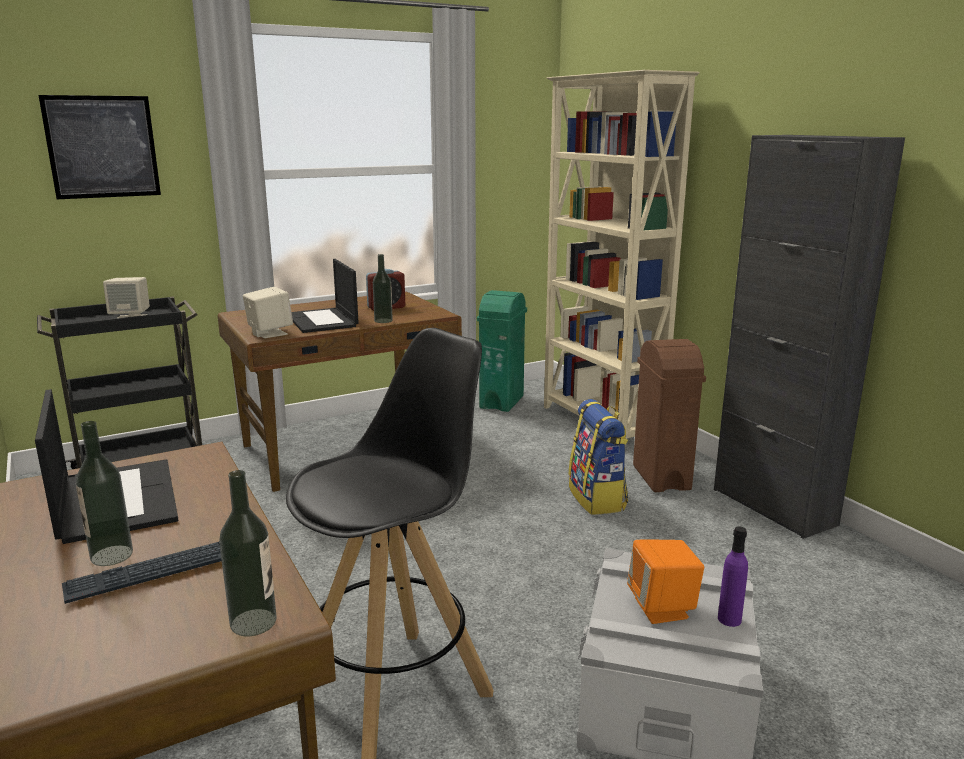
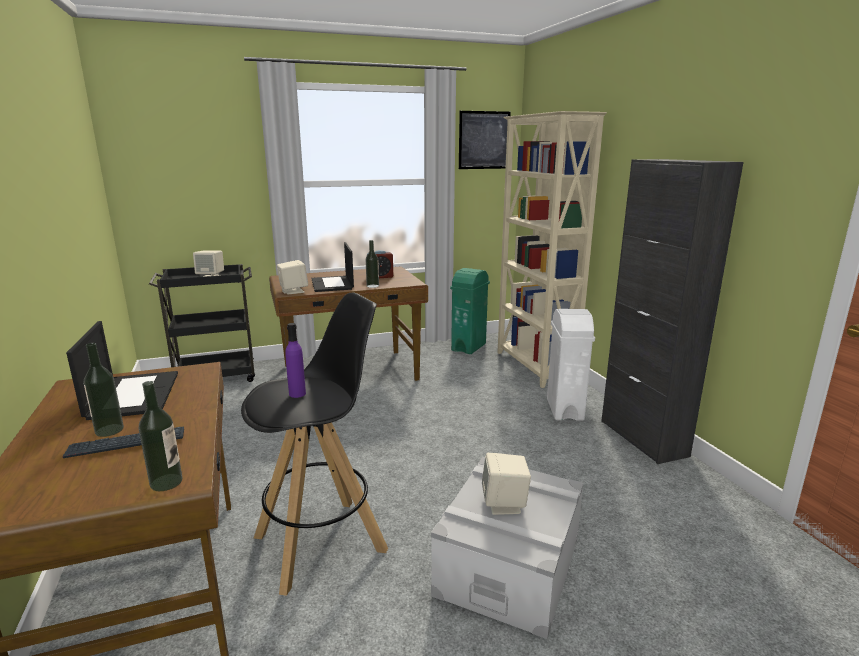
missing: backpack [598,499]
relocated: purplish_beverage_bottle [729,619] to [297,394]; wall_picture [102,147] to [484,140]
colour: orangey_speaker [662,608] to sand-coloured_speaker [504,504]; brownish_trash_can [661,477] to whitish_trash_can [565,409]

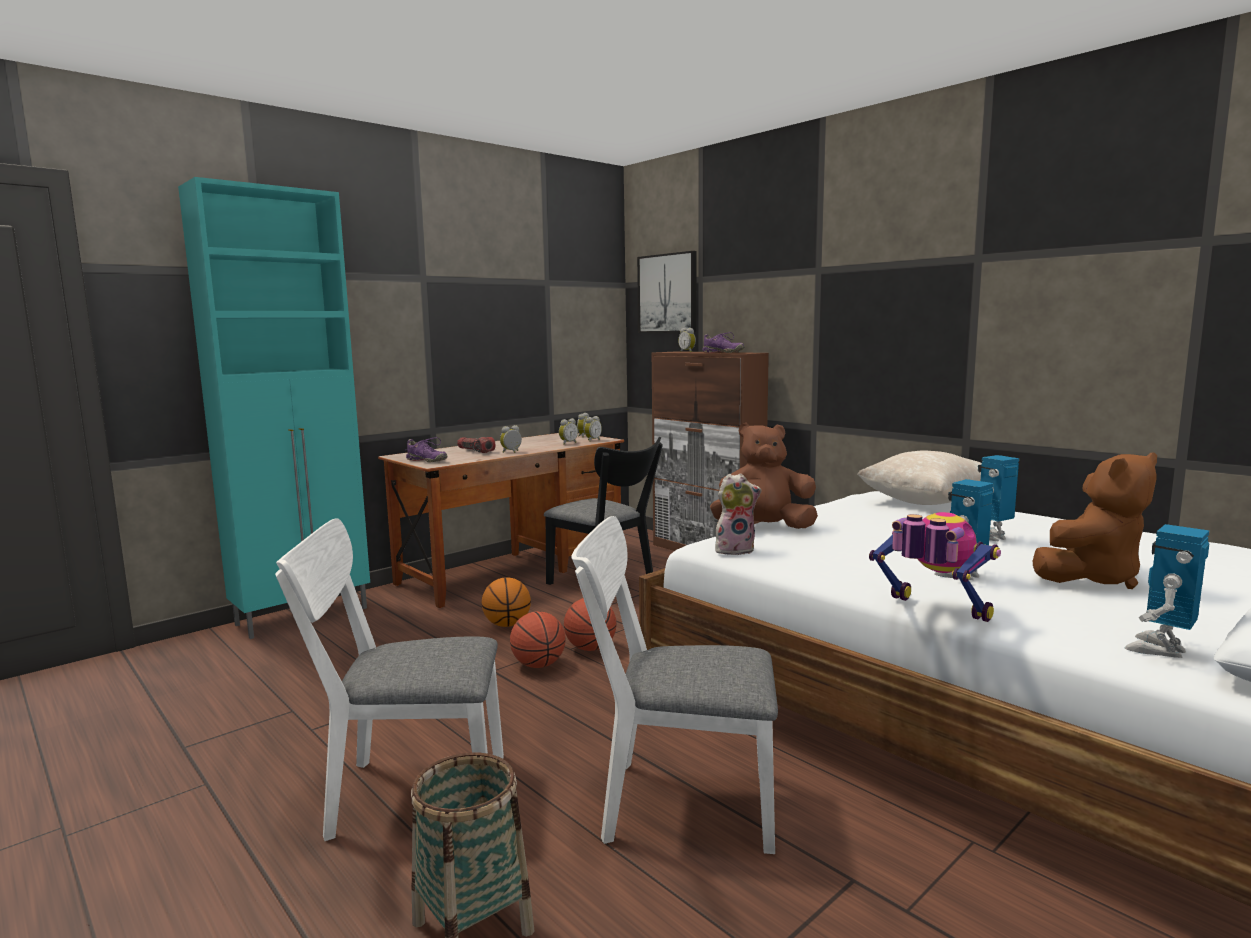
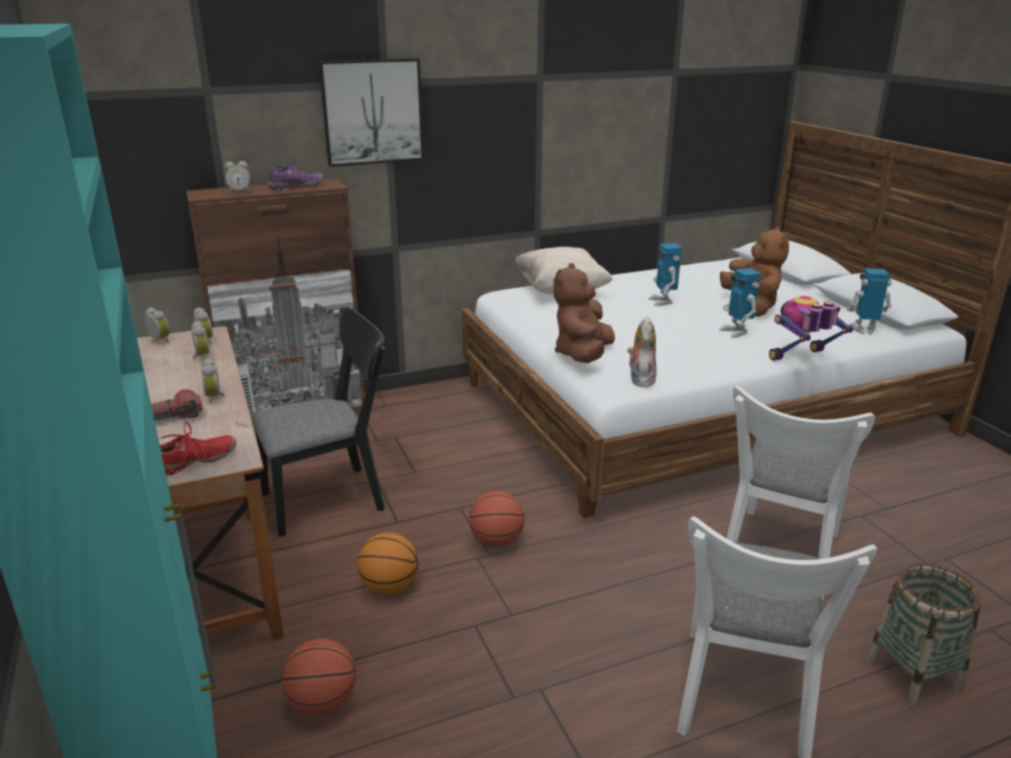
relocated: ball_for_basketball [538,665] to [322,703]; wall_picture [668,293] to [372,112]
colour: purplish_low_shoe [426,461] to red_low_shoe [195,462]
spun: toy_robot [1160,649] = [863,330] 120 degrees clockwise

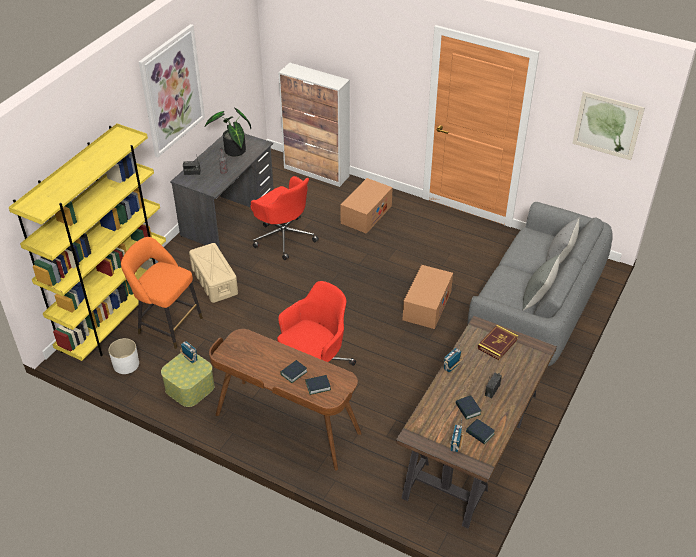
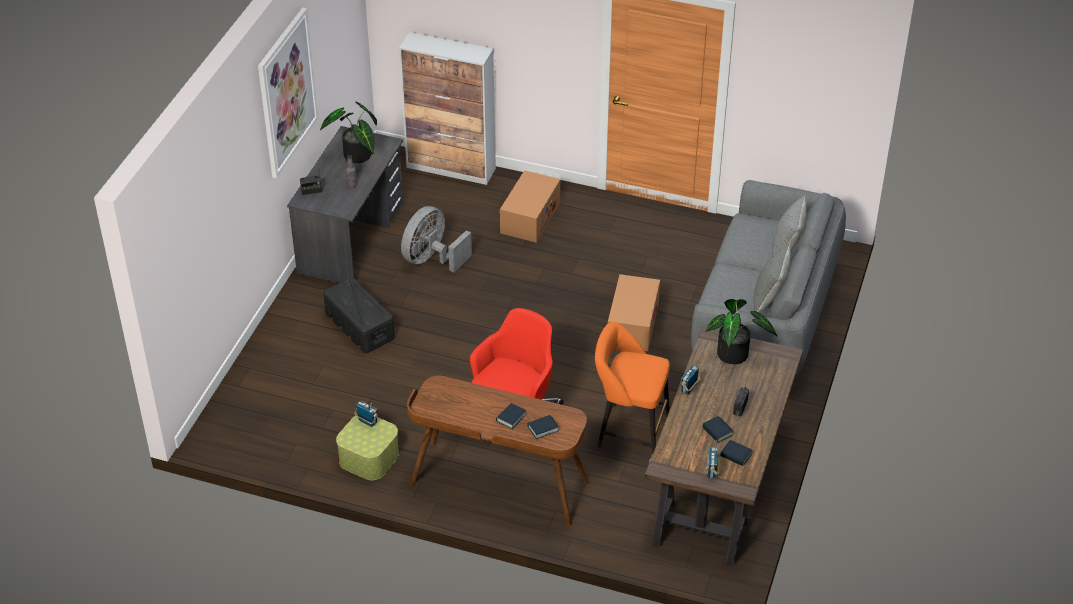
missing: yellowish_bookshelf [117,318]; whitish_plant_pot [126,364]; wall_picture [607,125]
relocated: orangey_stool_seat [167,324] to [629,430]
exchanged: red_office_chair [283,237] to gray_electric_fan [432,259]; book [497,344] to potted_plant [736,356]
colour: sand-coloured_storage_box [214,281] to black_storage_box [359,326]

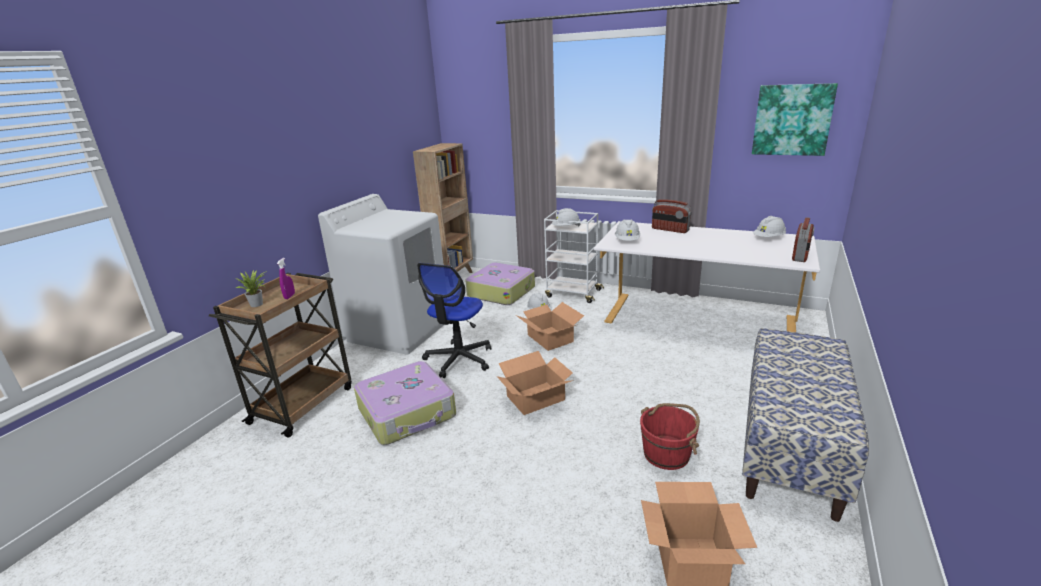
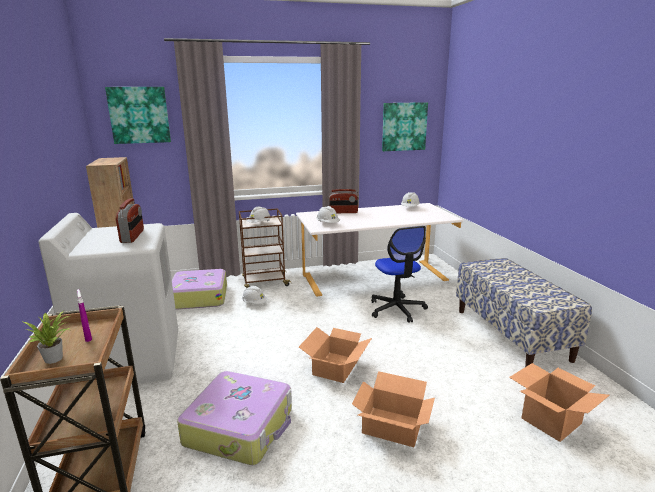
missing: red_bucket [667,454]
appeared: wall_picture [139,115]
relocated: radio_set [801,255] to [133,236]; packing_box [550,338] to [392,427]; office_chair [459,359] to [397,309]
colour: whitish_cart [572,293] to brownish_cart [264,282]

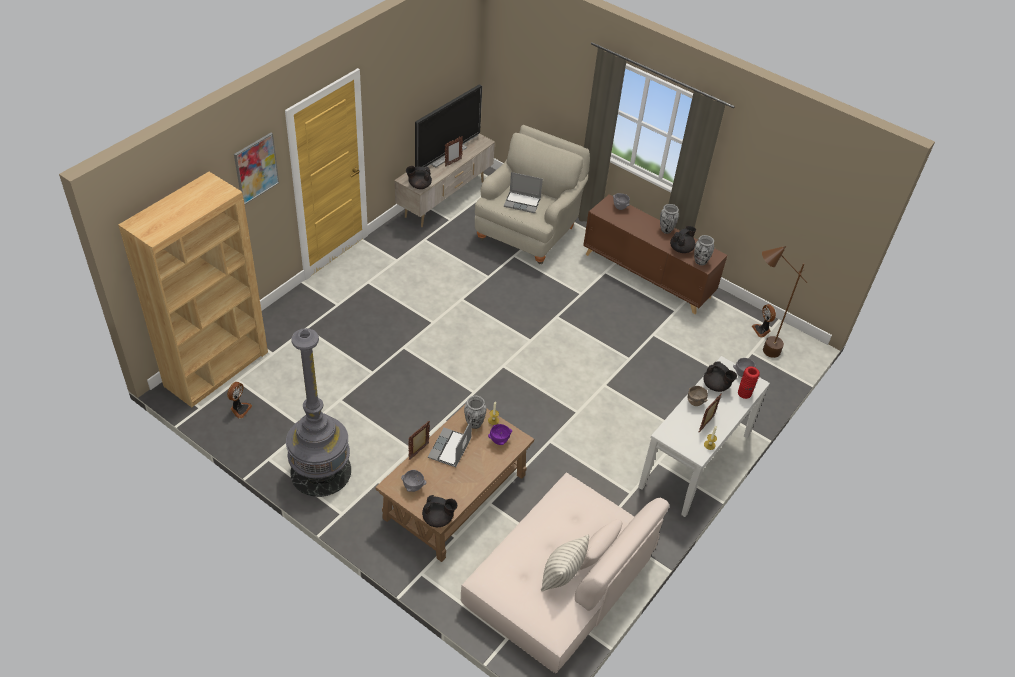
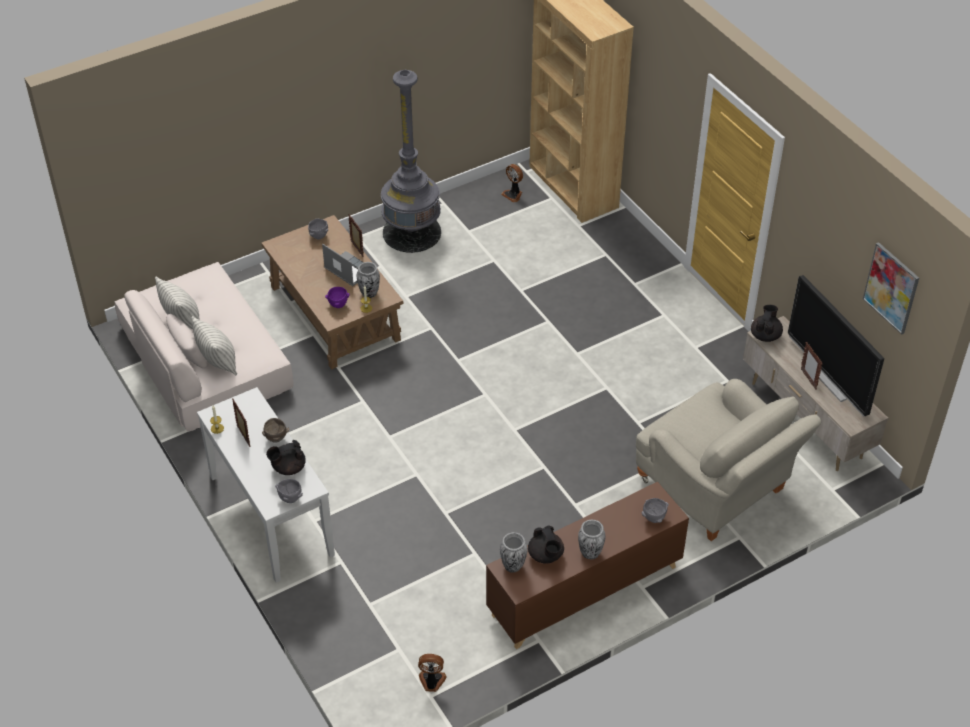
missing: black_teapot [438,518]; portable_computer [522,202]; red_flower_vase [744,393]; brownish_standing_lamp [756,350]
appeared: pillow [218,362]
relocated: wall_picture [256,168] to [891,288]

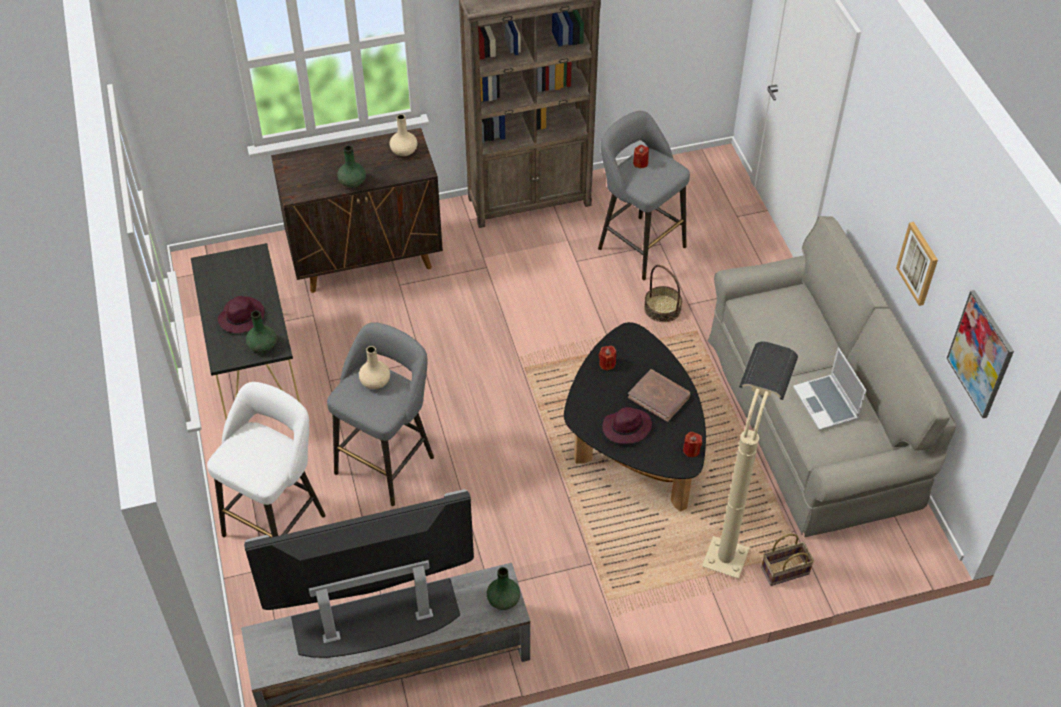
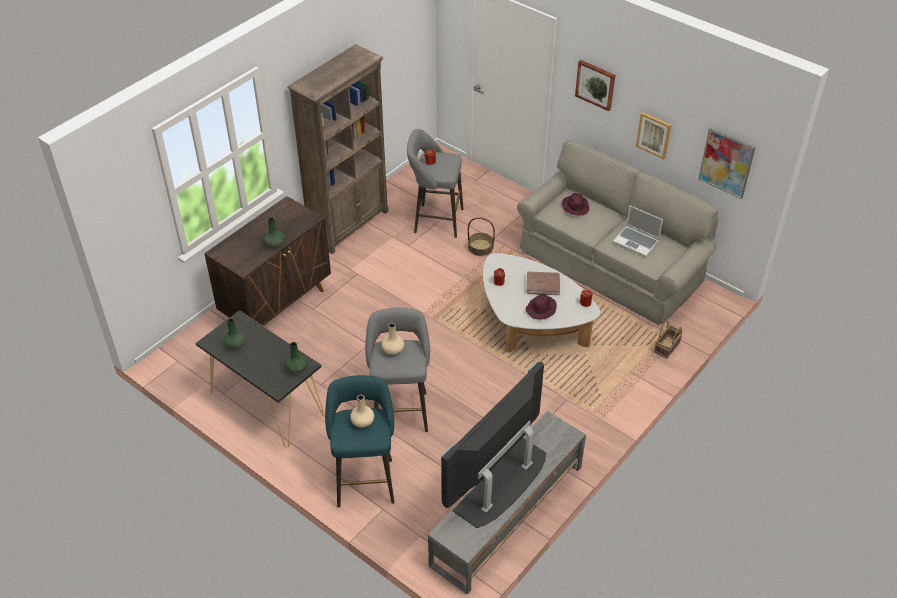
missing: sand-coloured_standing_lamp [732,537]
appeared: wall_picture [595,84]
relocated: green-coloured_flower_vase [504,600] to [235,345]; sand-coloured_flower_vase [404,151] to [363,422]; purplish_hat [242,316] to [575,207]
colour: whitish_stool_seat [278,521] to blue-green_stool_seat [365,479]; black_low_table [634,444] to whitish_low_table [531,326]

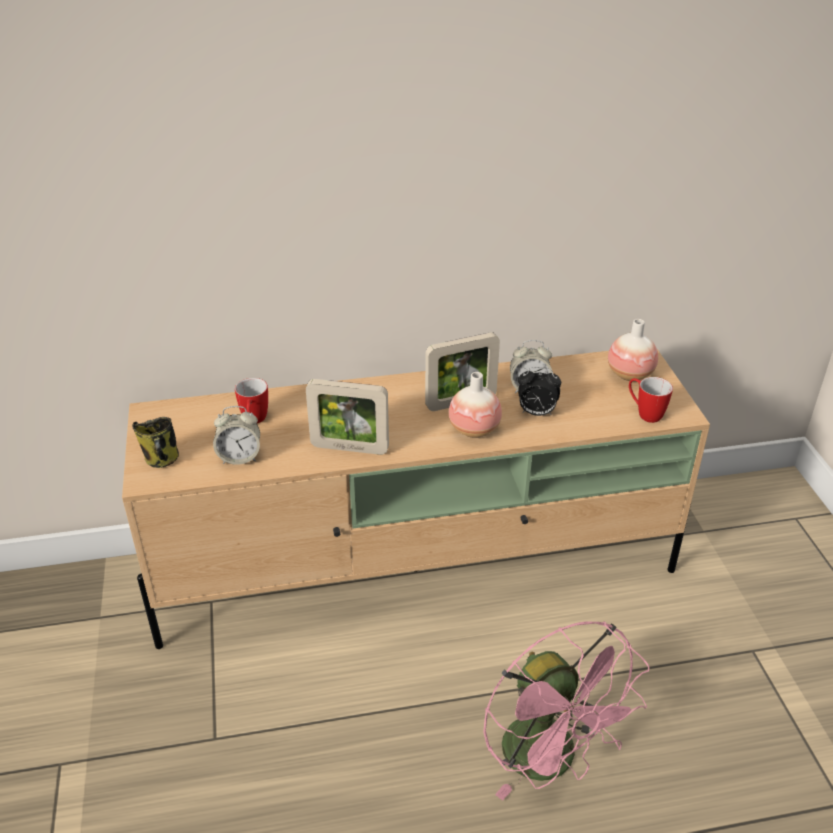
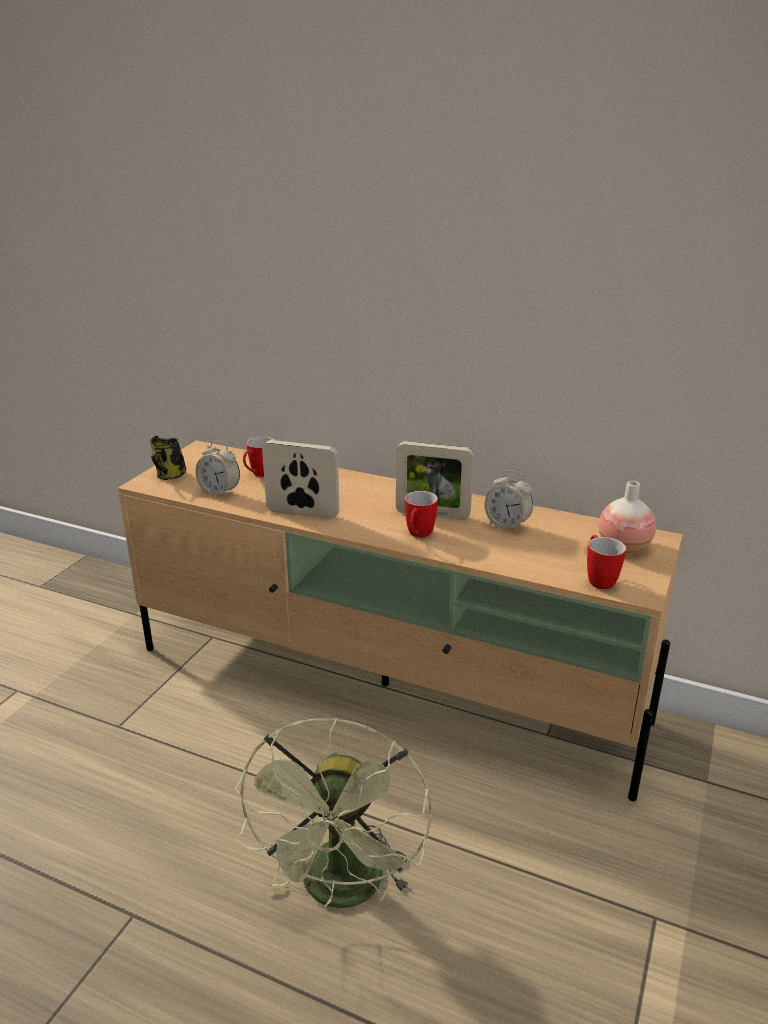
missing: table_clock [536,413]
exchanged: flower_vase [474,430] to coffee_mug [418,535]
colour: pink_electric_fan [551,761] to green-coloured_electric_fan [343,892]
spun: photo_frame [349,448] = [302,513] 150 degrees clockwise

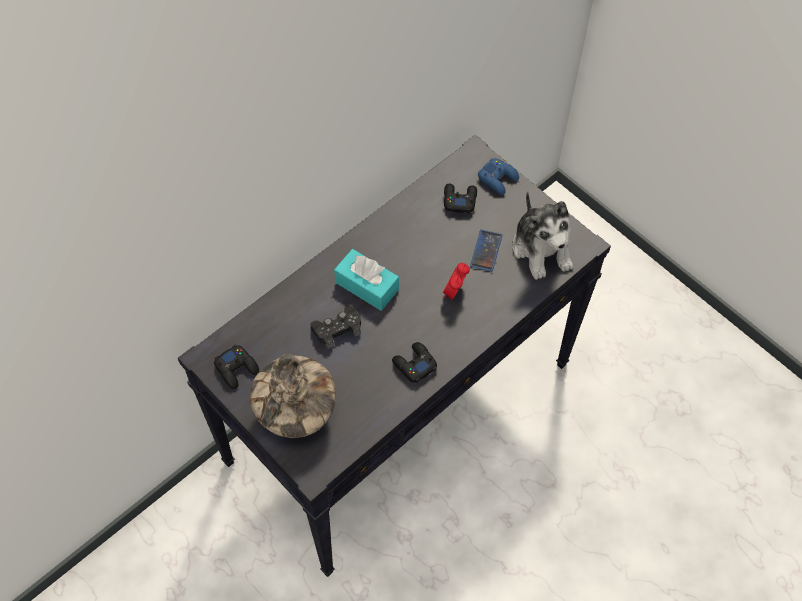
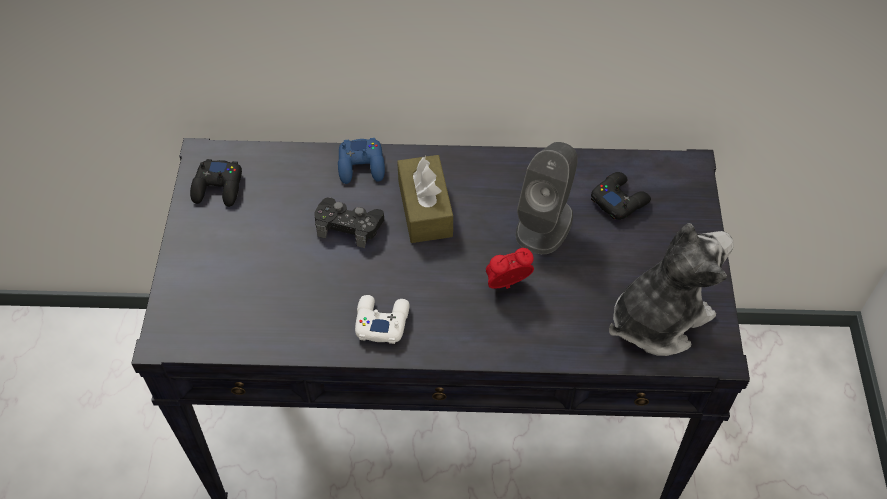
missing: flower_vase [297,412]; handset [486,251]
appeared: gray_speaker [544,224]
relocated: bluish_gamepad [498,179] to [361,165]
colour: black_gamepad [414,364] to whitish_gamepad [381,321]; blue-green_tissue_box [367,286] to brownish_tissue_box [425,209]
spun: soft_toy [541,249] = [658,318] 150 degrees counterclockwise

